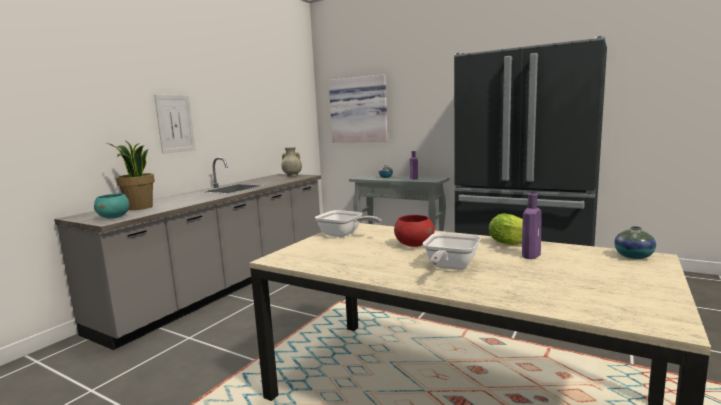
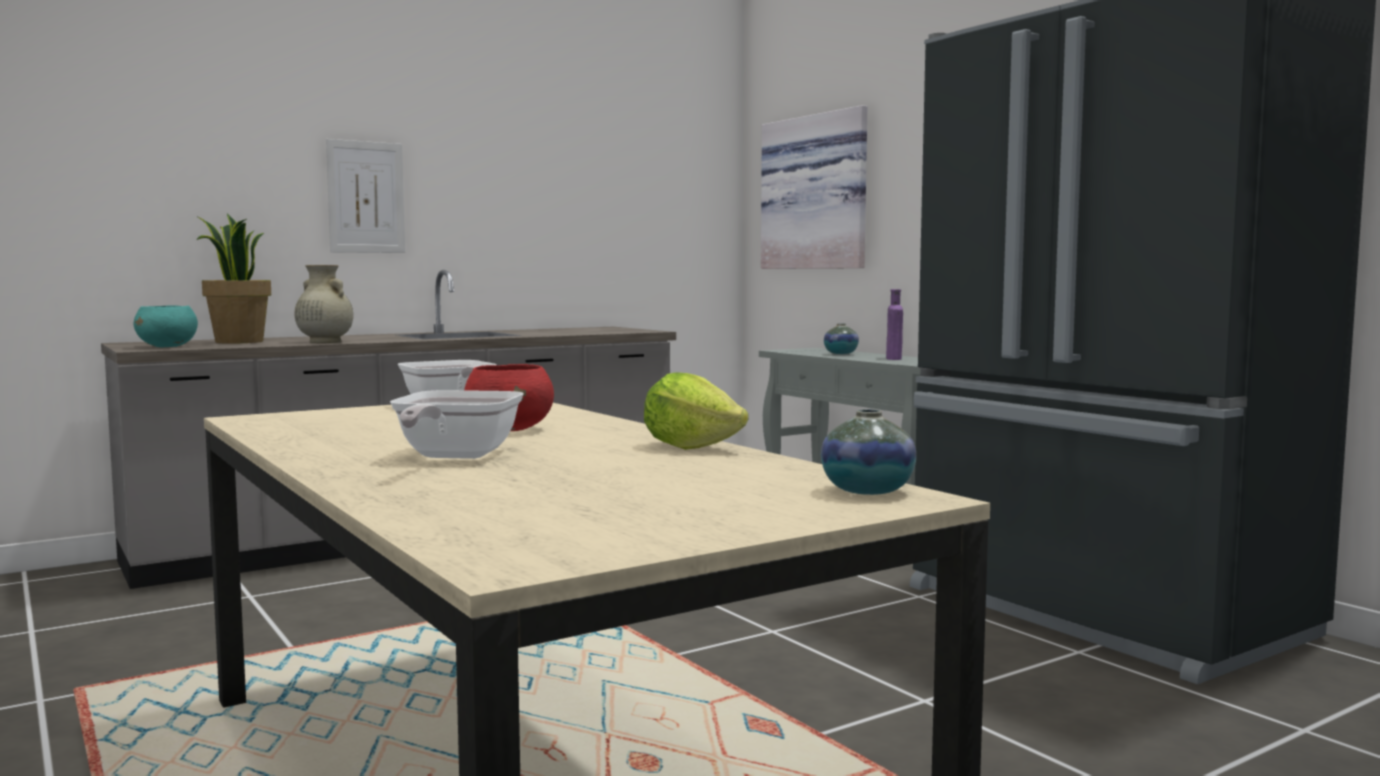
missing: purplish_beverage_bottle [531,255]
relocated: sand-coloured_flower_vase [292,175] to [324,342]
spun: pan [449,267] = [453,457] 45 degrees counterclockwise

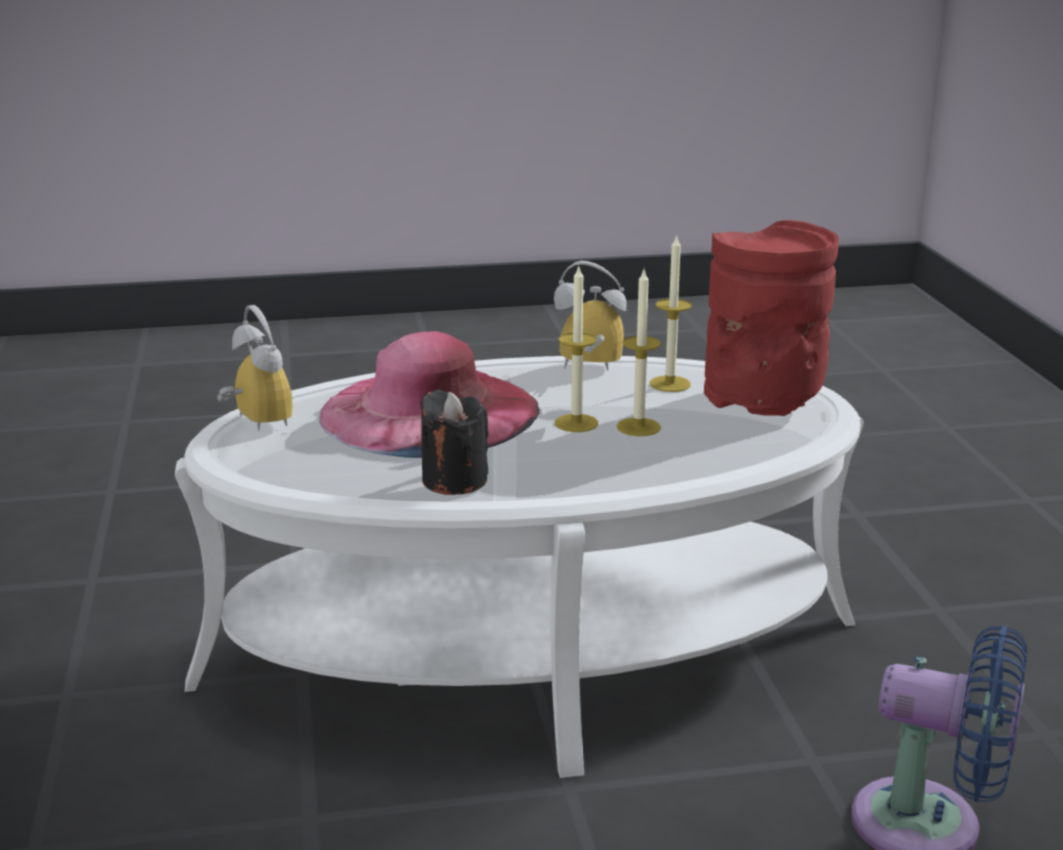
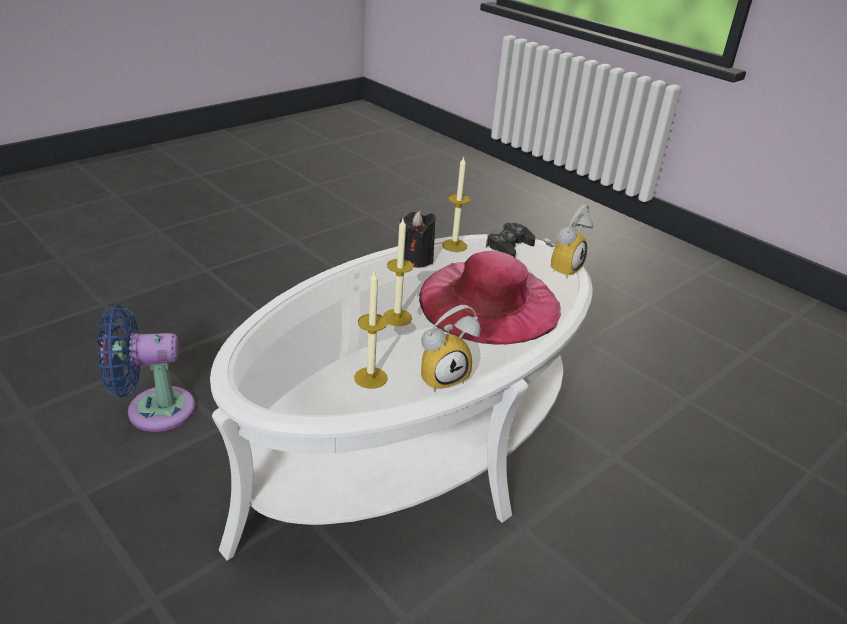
missing: red_flower_vase [763,401]
appeared: black_gamepad [509,247]
relocated: wax_light [638,427] to [454,245]
spun: table_clock [253,422] = [561,267] 75 degrees counterclockwise

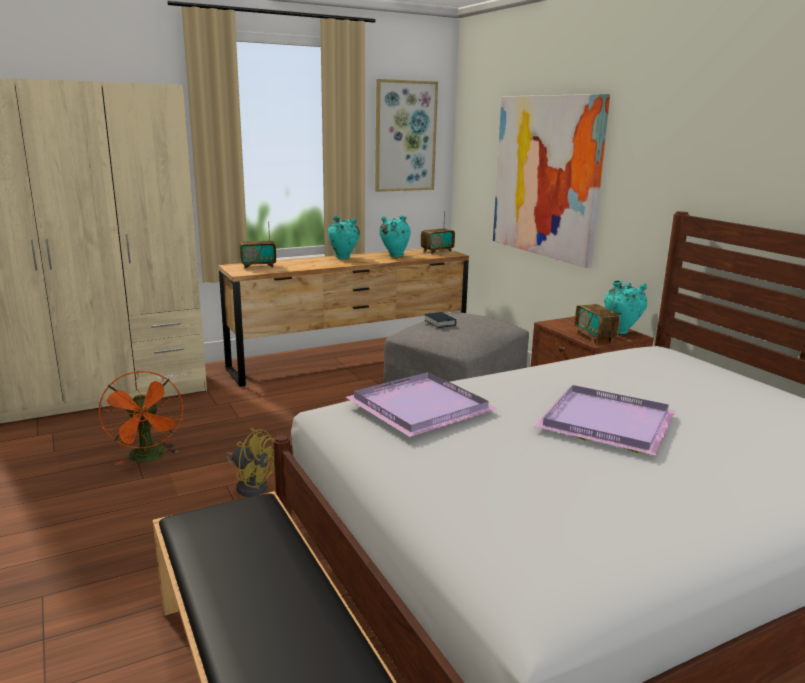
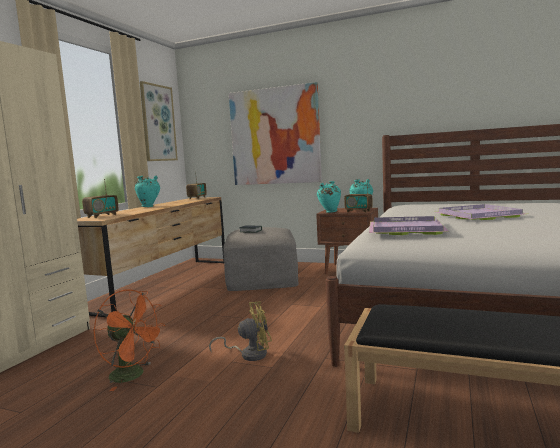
relocated: blue-green_flower_vase [394,256] to [329,212]

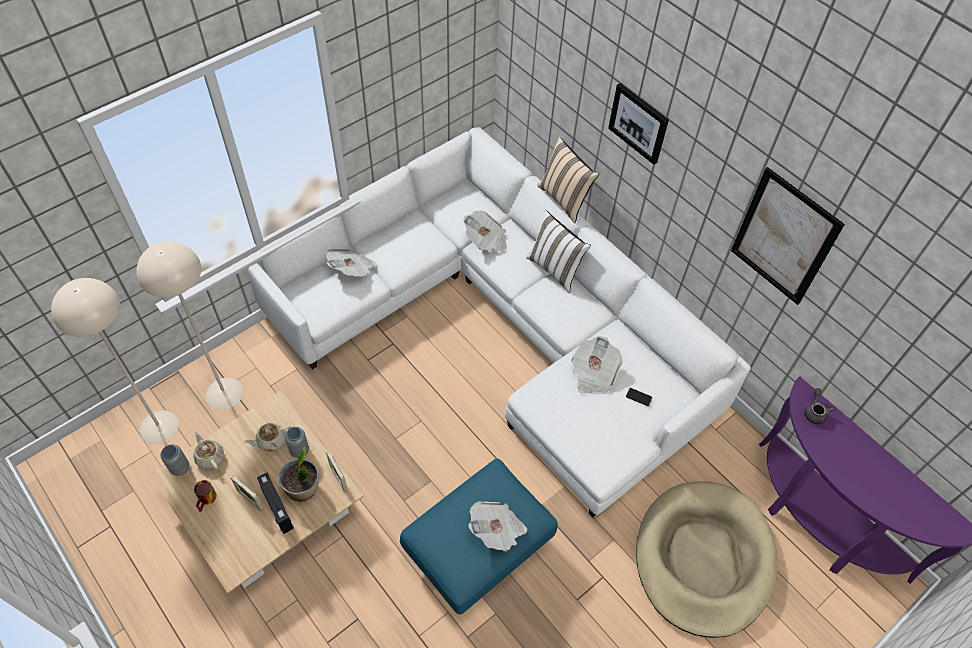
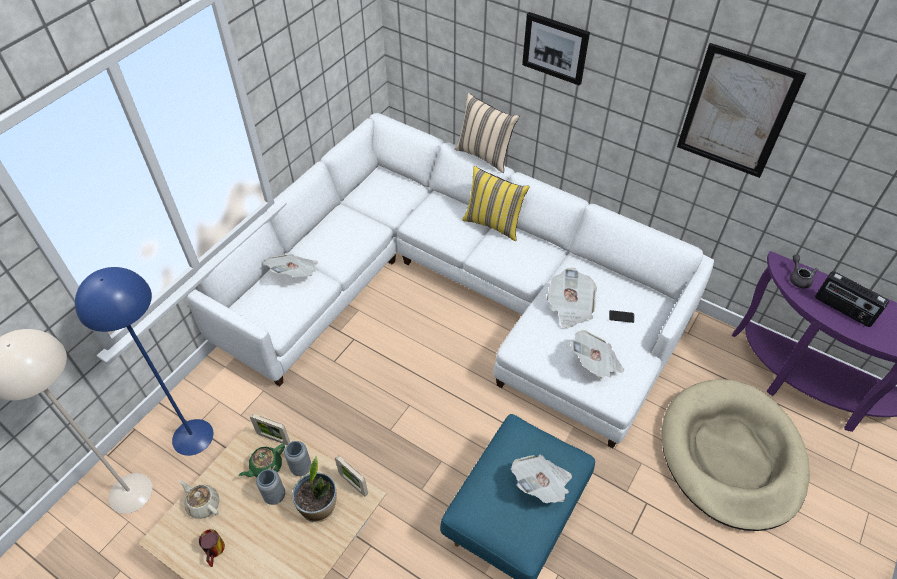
relocated: photo_frame [250,500] to [273,438]; gray_flower_vase [180,468] to [275,496]; daily_paper [486,241] to [595,363]; radio_set [277,509] to [843,309]
colour: sand-coloured_standing_lamp [224,393] to bluish_standing_lamp [192,436]; sand-coloured_teapot [270,441] to green-coloured_teapot [266,467]; whitish_pillow [555,269] to yellowish_pillow [493,223]

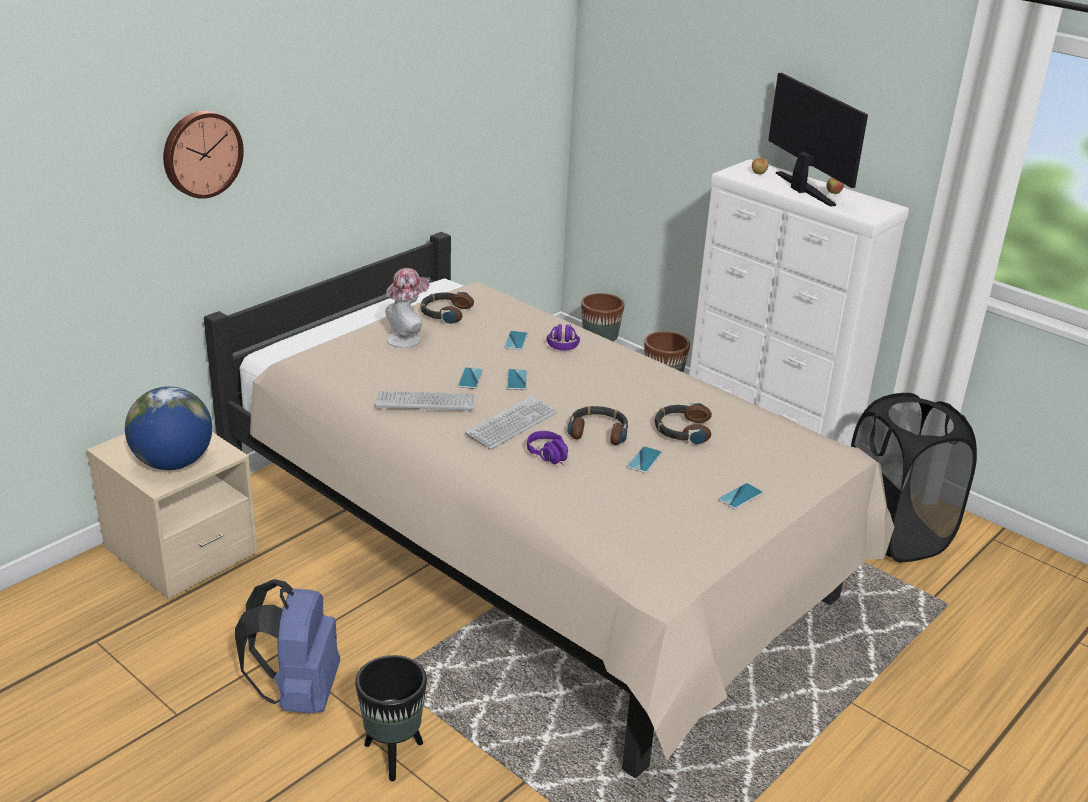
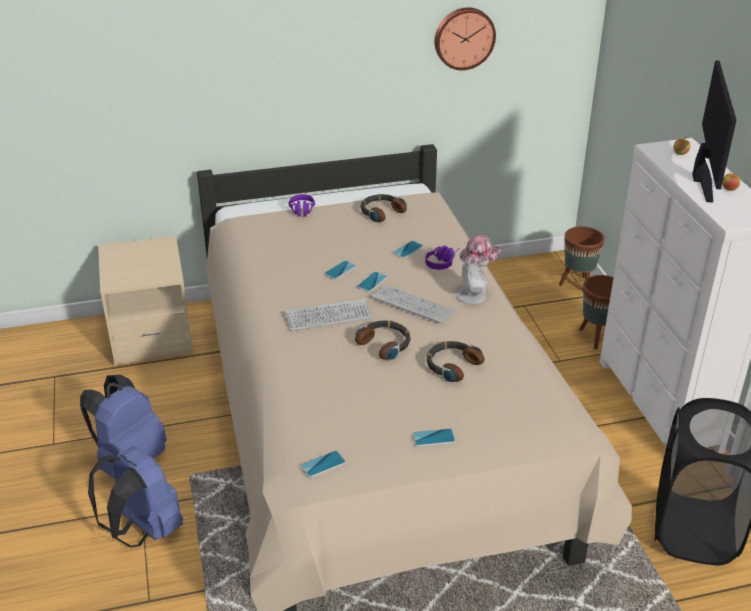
missing: globe [173,463]
relocated: purplish_headset [551,457] to [302,212]; handset [644,460] to [323,464]; computer_keyboard [425,402] to [412,305]; hanging_clock [201,153] to [464,38]; hat [407,338] to [475,295]
exchanged: black_plant_pot [392,756] to bluish_backpack [143,530]

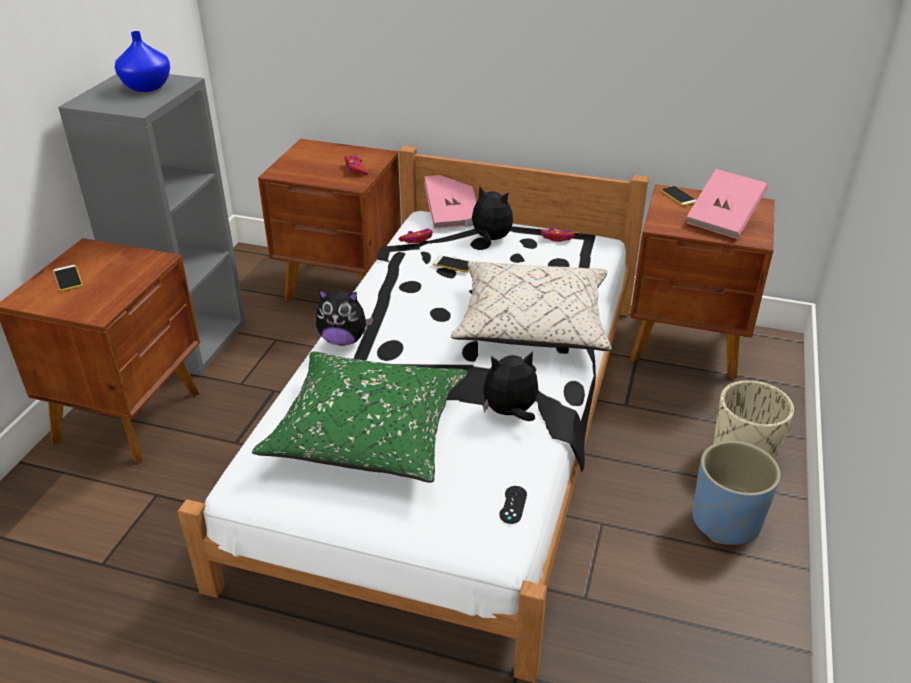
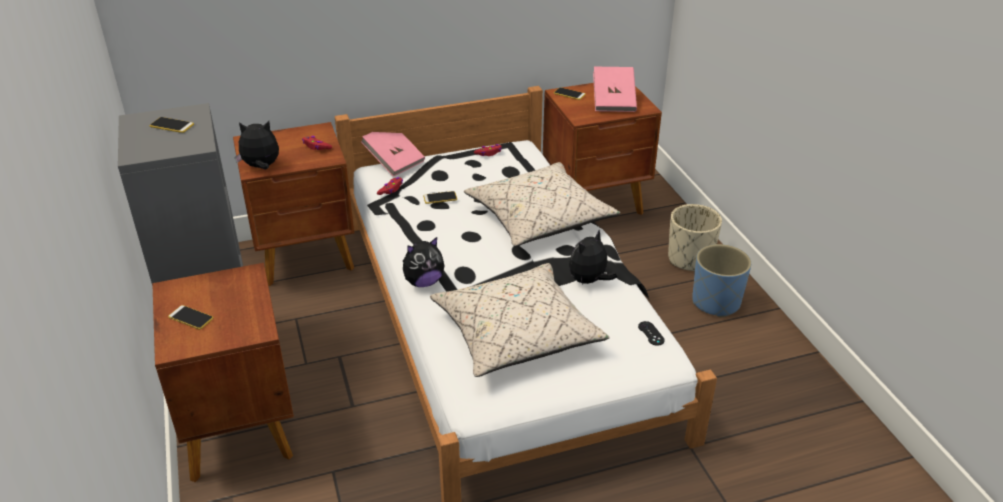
relocated: soft_toy [490,239] to [261,167]
exchanged: bluish_flower_vase [146,87] to handset [172,125]
colour: green-coloured_pillow [368,433] to sand-coloured_pillow [515,334]

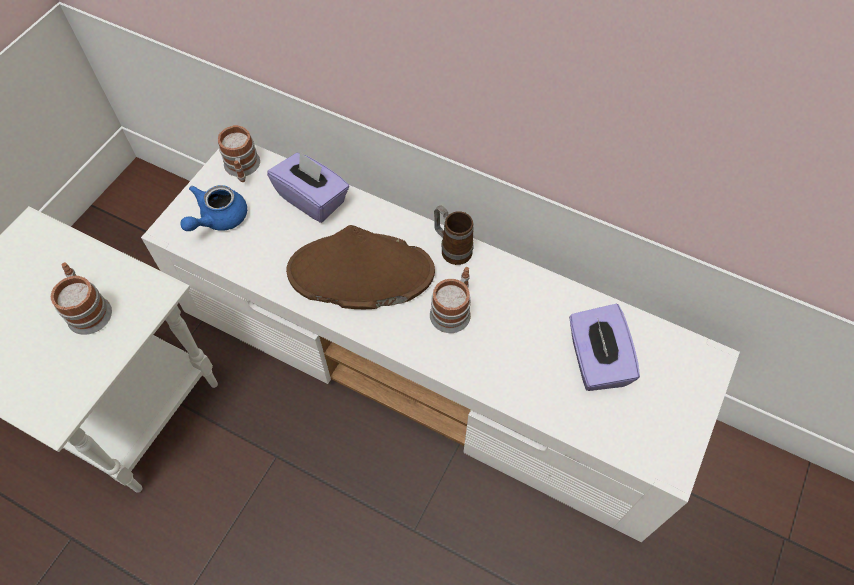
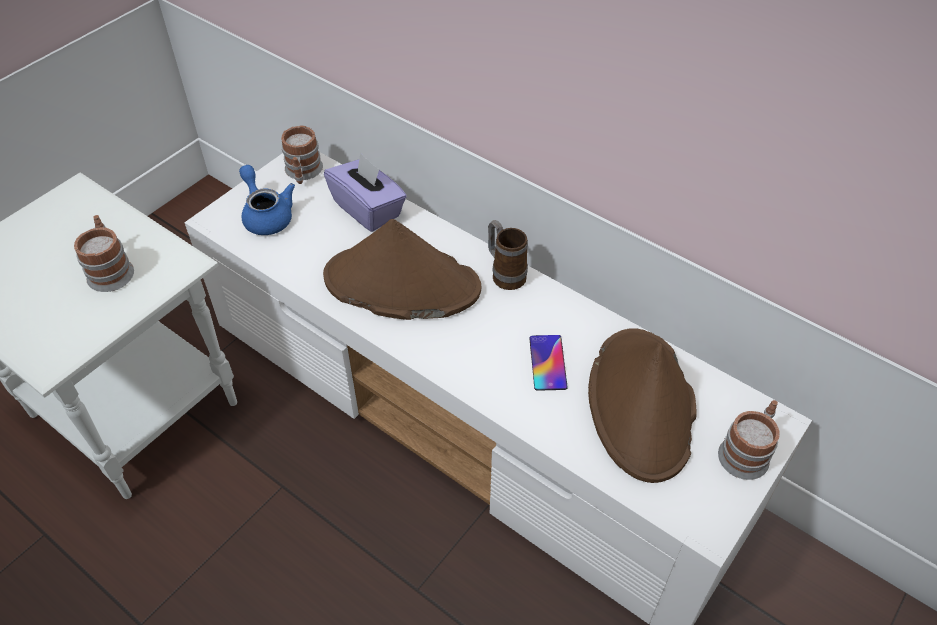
appeared: handset [547,362]
relocated: coffee_mug [453,309] to [747,452]
exchanged: purplish_tissue_box [596,360] to brownish_hat [641,405]
spun: bluish_teapot [218,219] = [266,215] 105 degrees clockwise

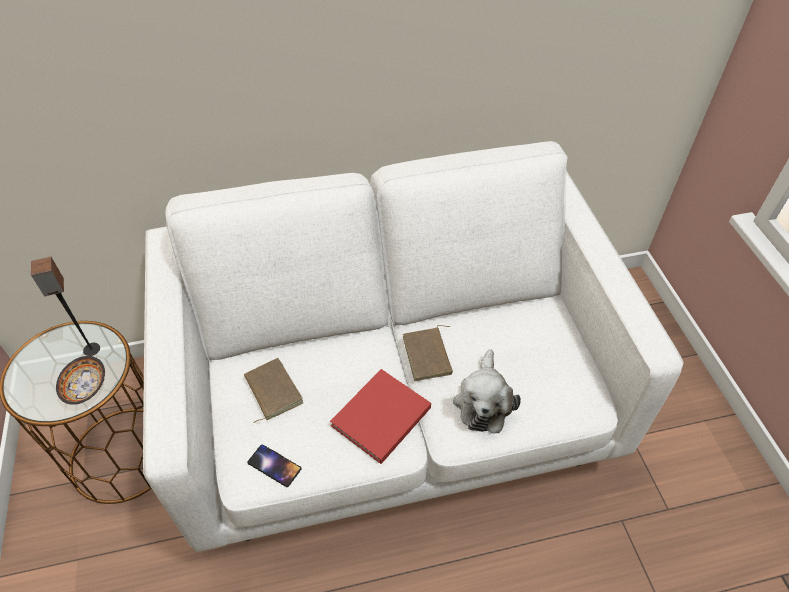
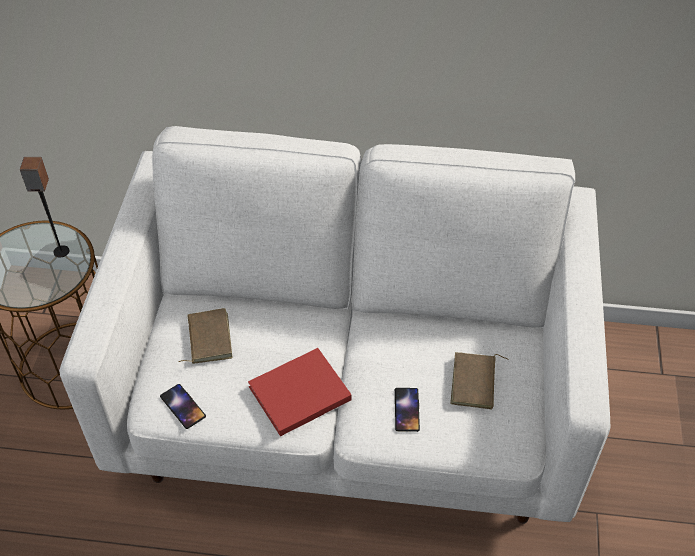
missing: bowl [87,386]
relocated: brownish_book [429,355] to [475,383]
exchanged: soft_toy [483,401] to handset [407,409]

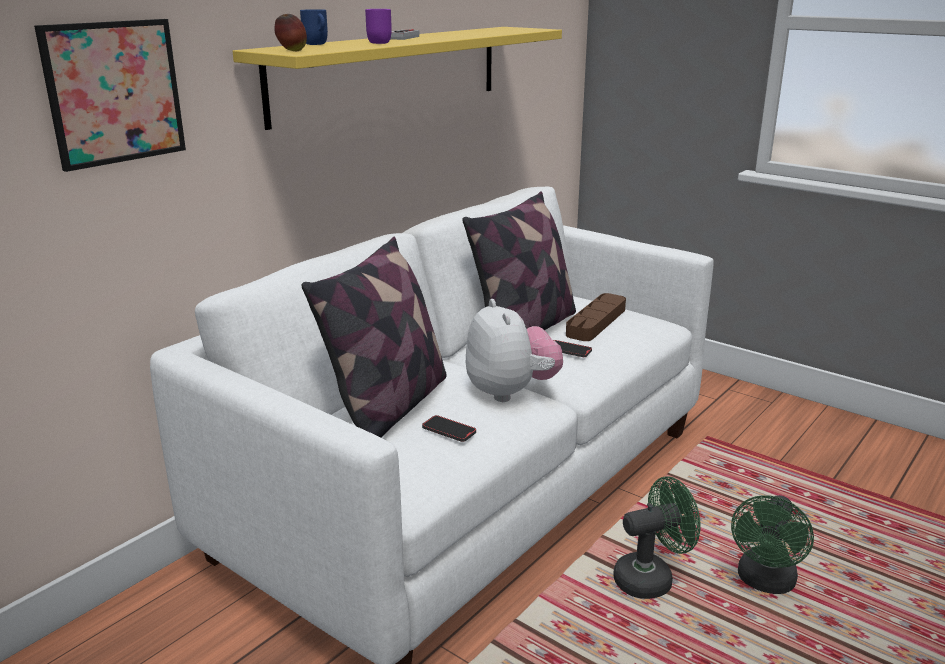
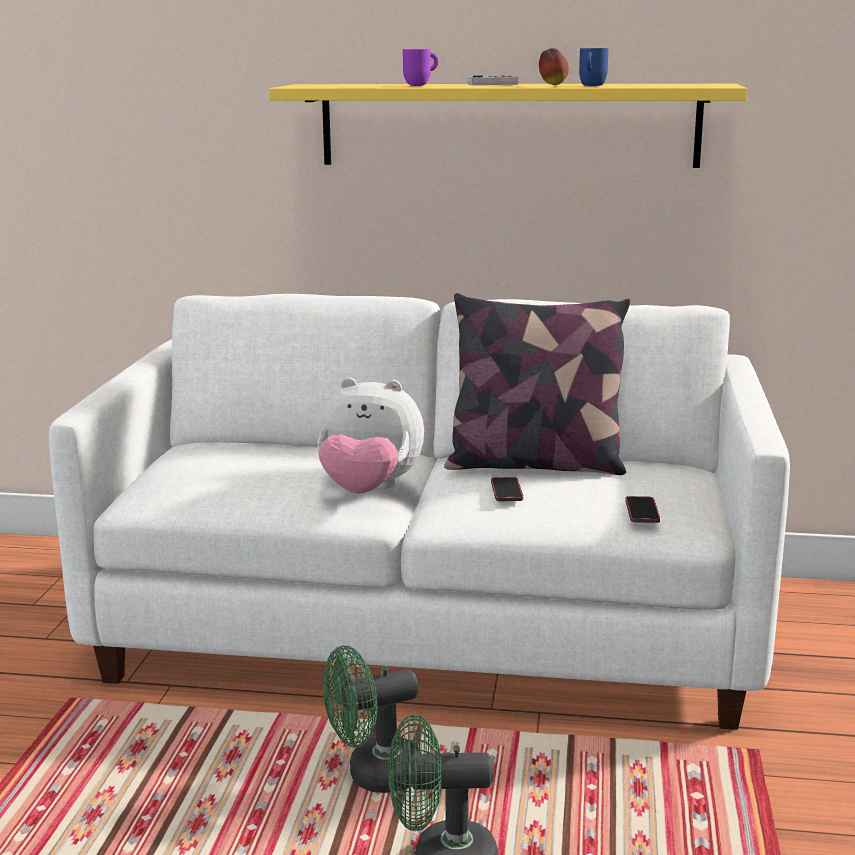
missing: wall_picture [114,92]; pillow [389,407]; brownish_serving_tray [596,322]
relocated: apple [292,51] to [552,84]; bluish_coffee_mug [317,45] to [591,86]; handset [449,431] to [642,512]
spun: soft_toy [511,392] = [369,490] 60 degrees clockwise; green-coloured_electric_fan [651,578] = [374,776] 120 degrees clockwise

